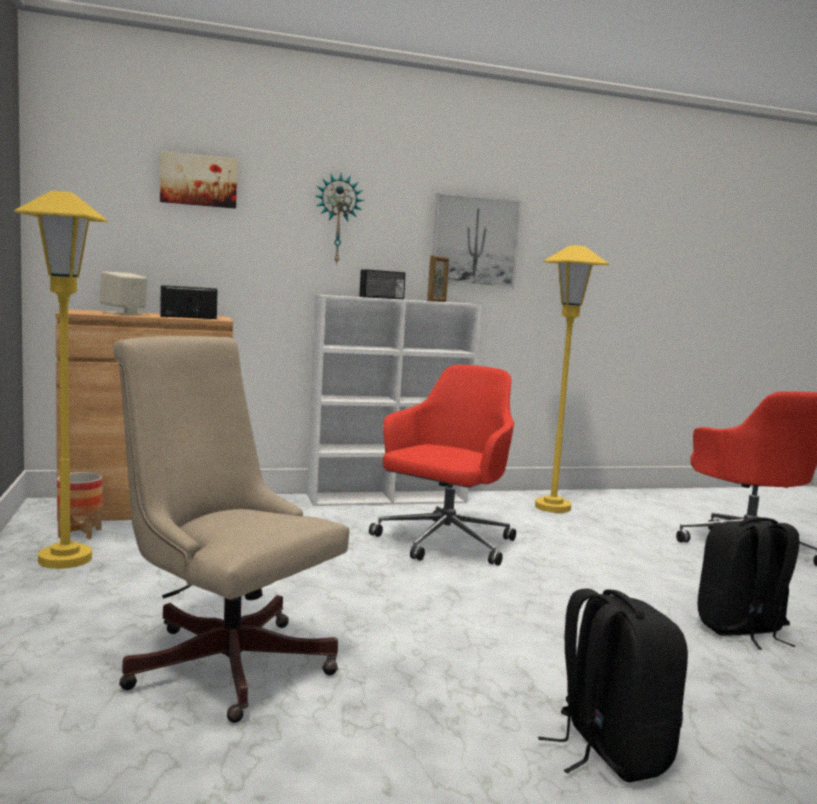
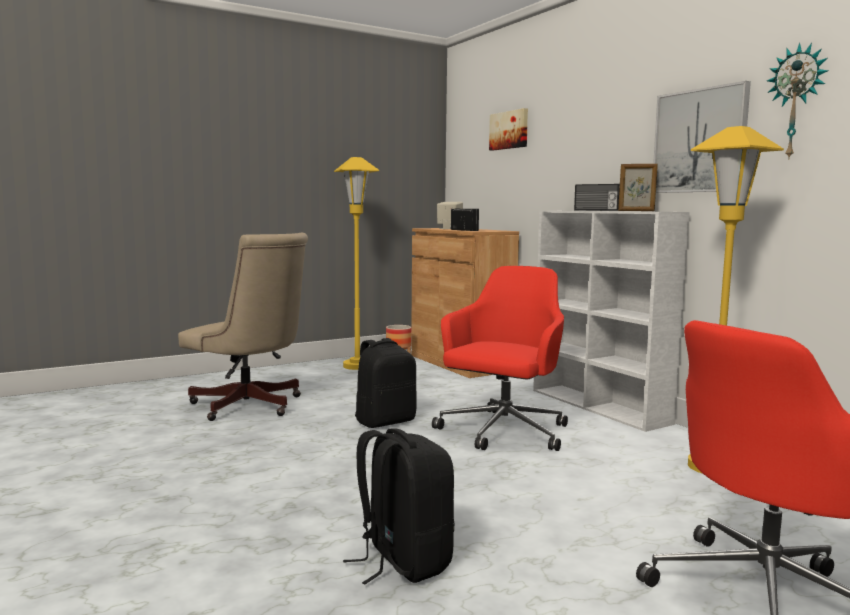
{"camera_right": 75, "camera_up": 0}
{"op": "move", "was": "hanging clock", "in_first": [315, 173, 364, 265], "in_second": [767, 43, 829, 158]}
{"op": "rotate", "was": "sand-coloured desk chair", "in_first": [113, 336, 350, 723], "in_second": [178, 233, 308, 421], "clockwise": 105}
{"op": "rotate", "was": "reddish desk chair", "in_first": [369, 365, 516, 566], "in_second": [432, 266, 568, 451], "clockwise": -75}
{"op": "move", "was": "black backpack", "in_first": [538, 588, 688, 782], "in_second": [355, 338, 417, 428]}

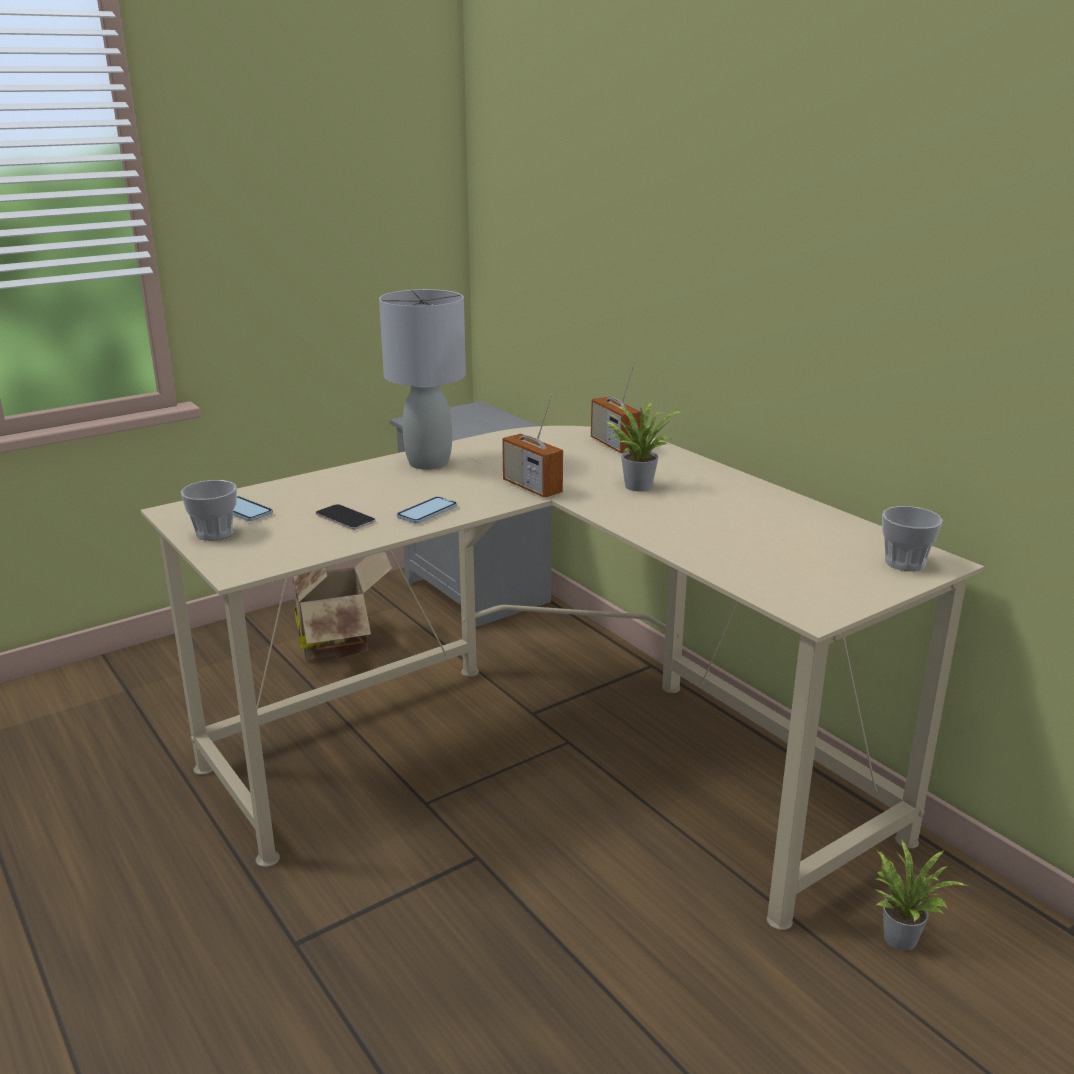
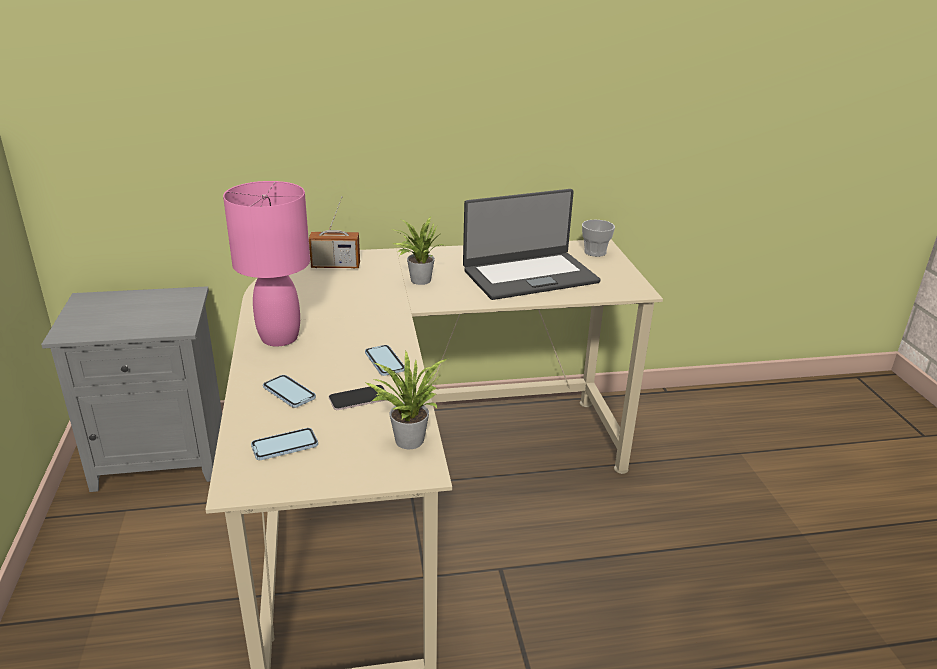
{"camera_right": -65, "camera_up": 5}
{"op": "recolor", "was": "greyish tabletop lamp", "now": "pinkish tabletop lamp", "in_first": [379, 289, 466, 470], "in_second": [223, 181, 310, 346]}
{"op": "delete", "was": "radio receiver", "in_first": [502, 394, 563, 498]}
{"op": "delete", "was": "small cup", "in_first": [181, 480, 237, 541]}
{"op": "delete", "was": "cardboard box", "in_first": [292, 552, 392, 661]}
{"op": "move", "was": "potted plant", "in_first": [875, 839, 968, 950], "in_second": [366, 351, 446, 449]}
{"op": "insert", "now": "notebook computer", "in_second": [463, 189, 601, 300]}
{"op": "insert", "now": "phone", "in_second": [263, 375, 316, 408]}

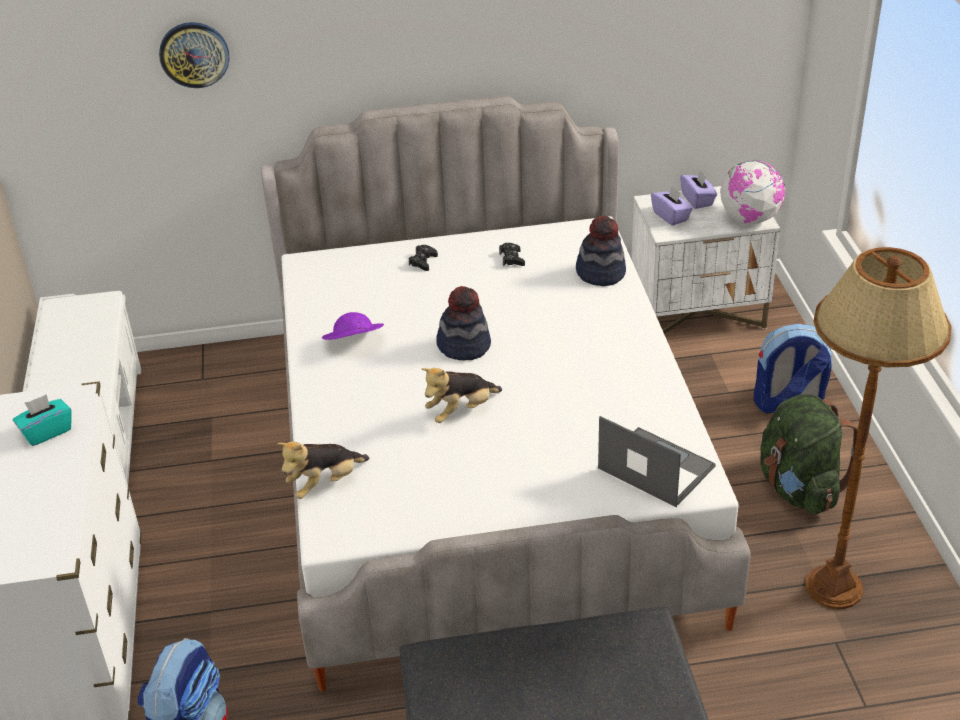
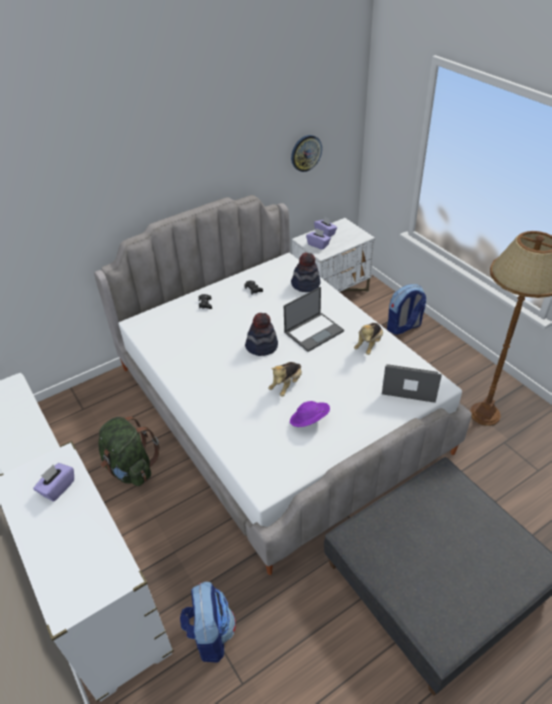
{"camera_right": -25, "camera_up": 5}
{"op": "move", "was": "hanging clock", "in_first": [159, 22, 229, 88], "in_second": [291, 135, 322, 172]}
{"op": "delete", "was": "desk globe", "in_first": [720, 160, 785, 224]}
{"op": "move", "was": "purplish hat", "in_first": [322, 312, 384, 340], "in_second": [290, 401, 330, 427]}
{"op": "recolor", "was": "turquoise-coloured tissue box", "now": "purplish tissue box", "in_first": [13, 394, 72, 446], "in_second": [33, 463, 74, 502]}
{"op": "move", "was": "green-coloured backpack", "in_first": [760, 394, 858, 515], "in_second": [99, 416, 160, 486]}
{"op": "move", "was": "cuddly toy", "in_first": [277, 441, 369, 499], "in_second": [354, 323, 383, 355]}
{"op": "insert", "now": "notebook computer", "in_second": [284, 286, 344, 352]}

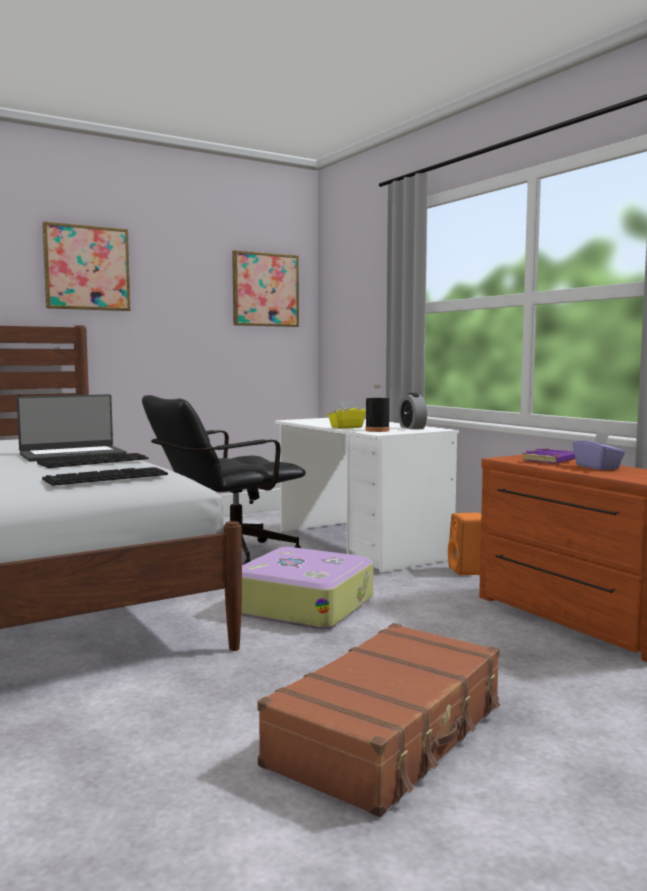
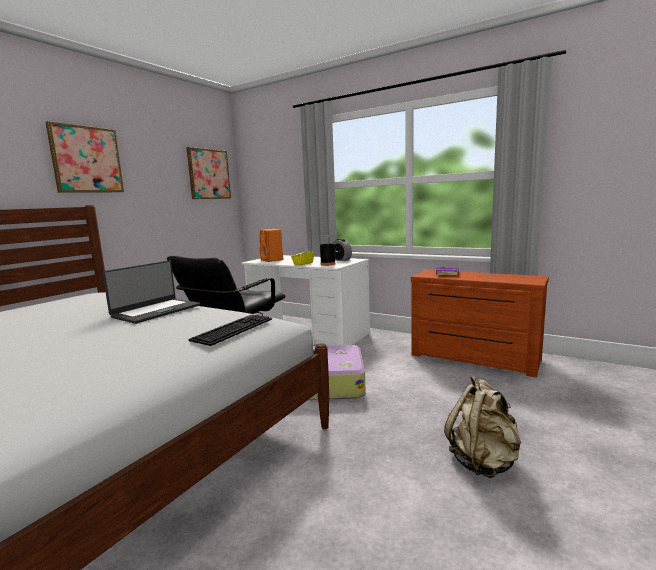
{"camera_right": -25, "camera_up": 5}
{"op": "delete", "was": "purplish tissue box", "in_first": [573, 431, 625, 470]}
{"op": "delete", "was": "computer keyboard", "in_first": [37, 453, 148, 468]}
{"op": "move", "was": "orangey audio speaker", "in_first": [448, 513, 481, 576], "in_second": [260, 229, 283, 262]}
{"op": "replace", "was": "brown-coloured piece of luggage", "now": "sand-coloured backpack", "in_first": [257, 623, 500, 817], "in_second": [444, 375, 521, 478]}

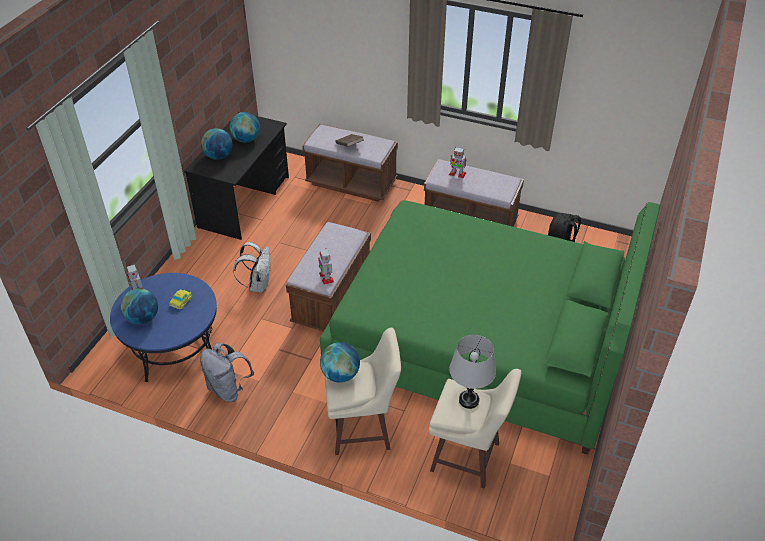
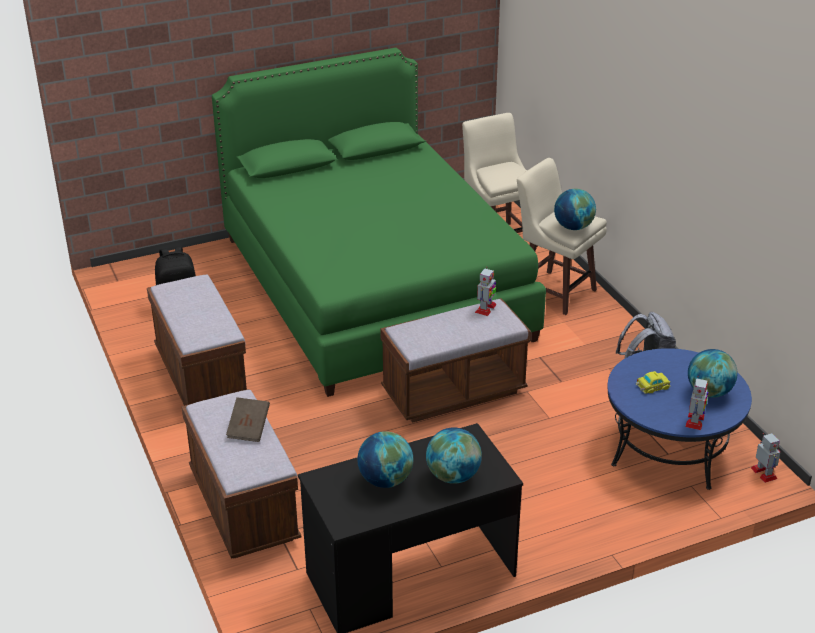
{"camera_right": -135, "camera_up": -10}
{"op": "move", "was": "model robot", "in_first": [449, 147, 467, 178], "in_second": [751, 433, 780, 483]}
{"op": "delete", "was": "whitish backpack", "in_first": [233, 242, 271, 293]}
{"op": "delete", "was": "greyish tabletop lamp", "in_first": [449, 335, 496, 409]}

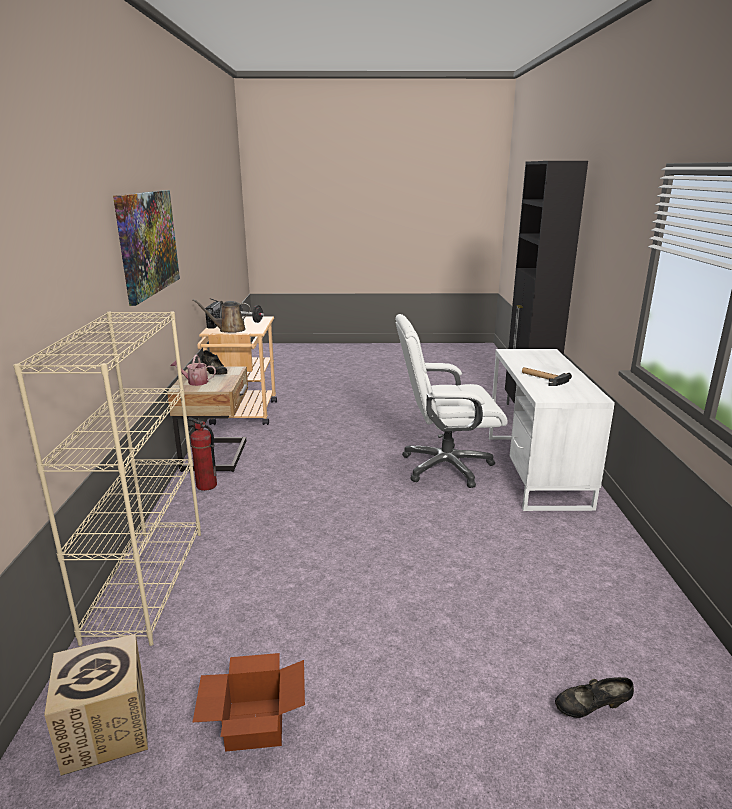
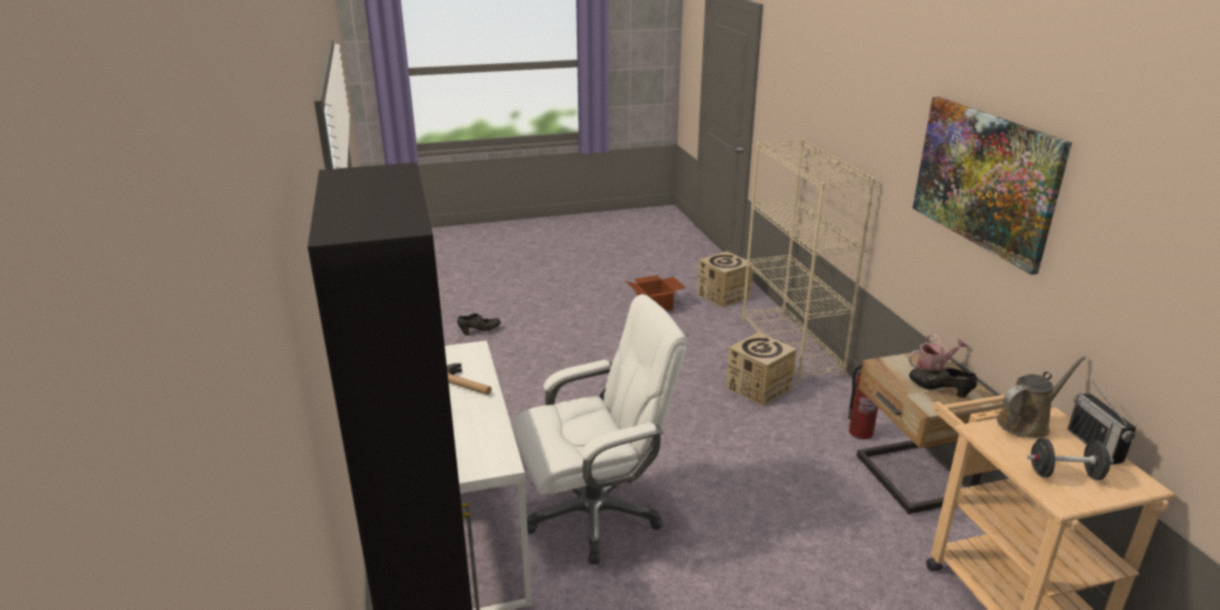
{"camera_right": 165, "camera_up": 5}
{"op": "insert", "now": "cardboard box", "in_second": [726, 332, 797, 406]}

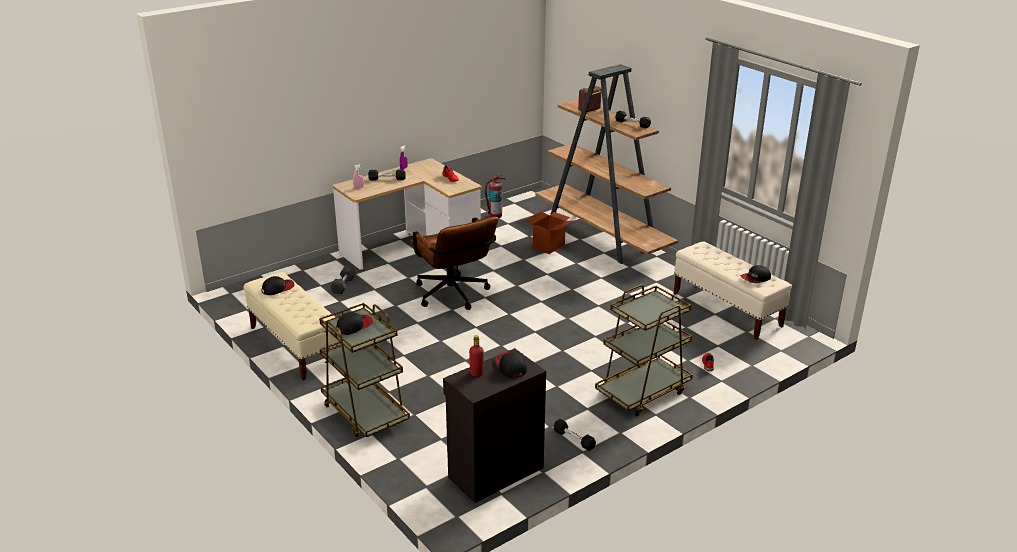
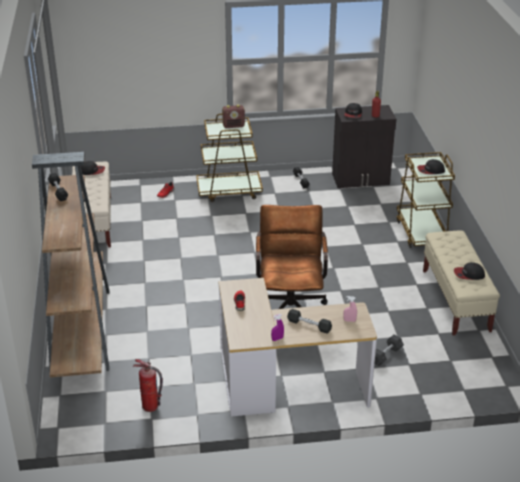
{"camera_right": -150, "camera_up": 5}
{"op": "move", "was": "radio receiver", "in_first": [578, 85, 602, 112], "in_second": [222, 105, 245, 128]}
{"op": "delete", "was": "cardboard box", "in_first": [525, 212, 573, 254]}

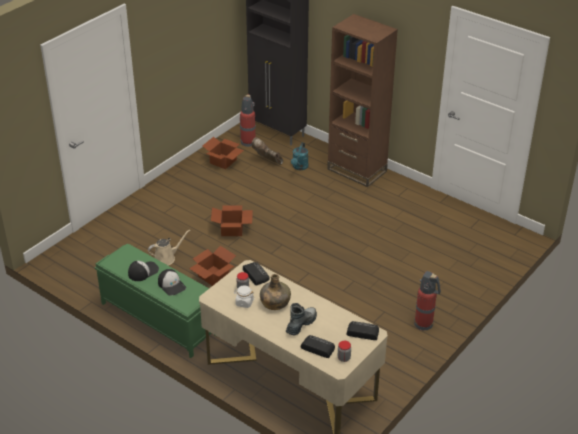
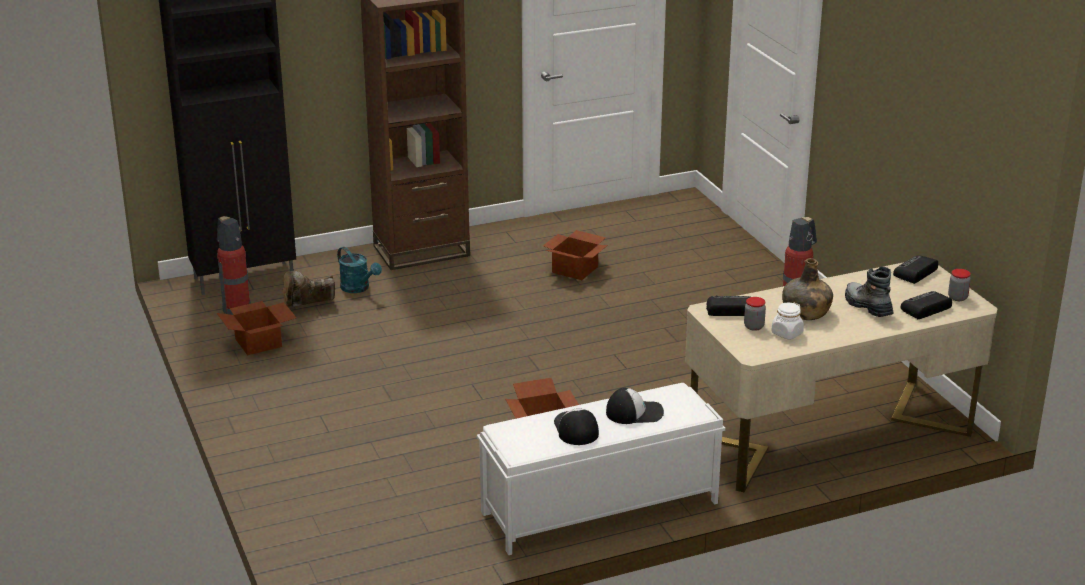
{"camera_right": -60, "camera_up": -10}
{"op": "move", "was": "cardboard box", "in_first": [211, 206, 253, 236], "in_second": [543, 230, 608, 280]}
{"op": "delete", "was": "sand-coloured watering can", "in_first": [148, 229, 190, 265]}
{"op": "recolor", "was": "green-coloured long seat", "now": "whitish long seat", "in_first": [95, 244, 217, 358], "in_second": [477, 383, 725, 555]}

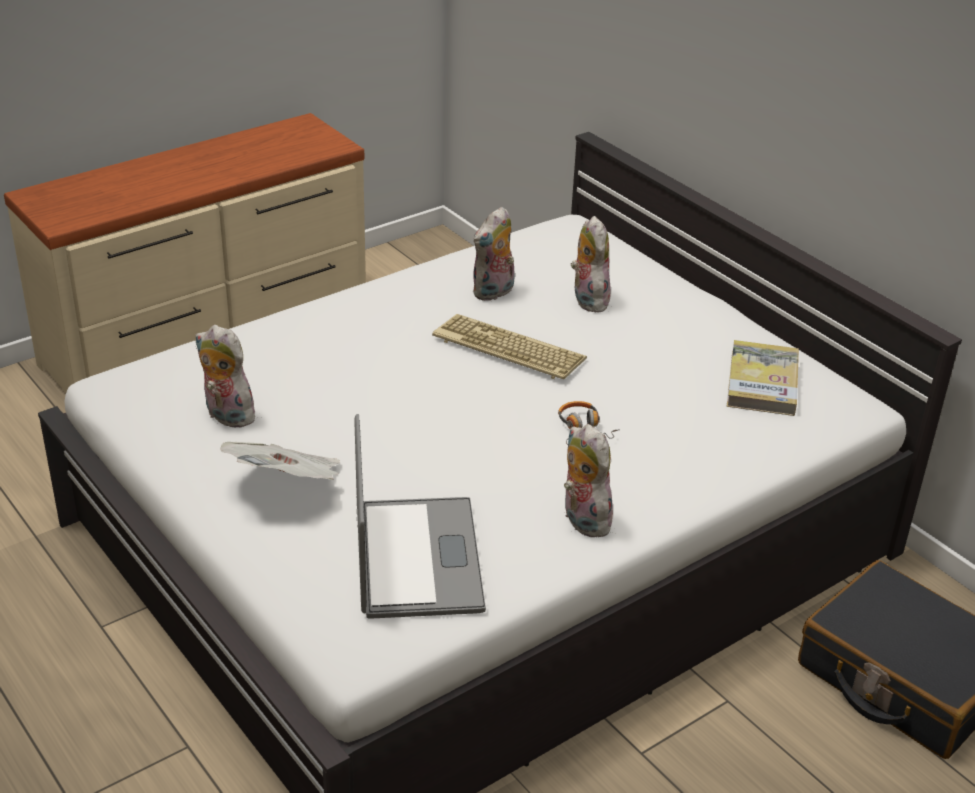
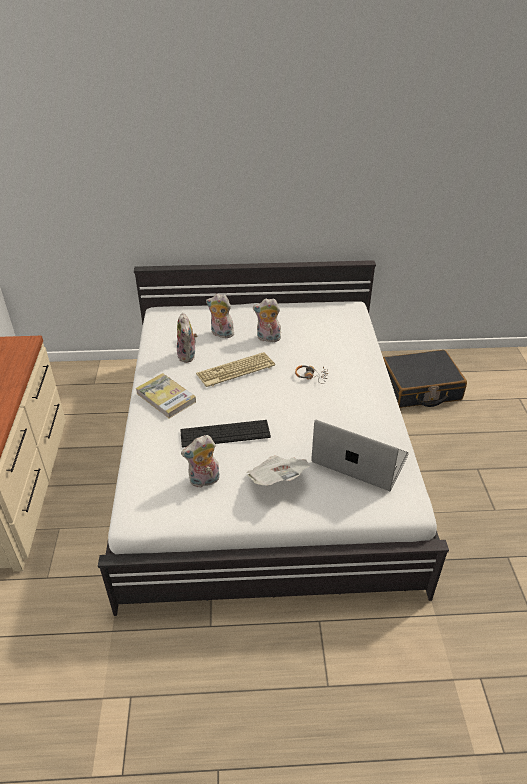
{"camera_right": -55, "camera_up": 5}
{"op": "move", "was": "volume", "in_first": [727, 340, 799, 416], "in_second": [136, 373, 196, 418]}
{"op": "move", "was": "cuddly toy", "in_first": [564, 424, 616, 537], "in_second": [253, 298, 281, 344]}
{"op": "insert", "now": "computer keyboard", "in_second": [180, 420, 271, 448]}

